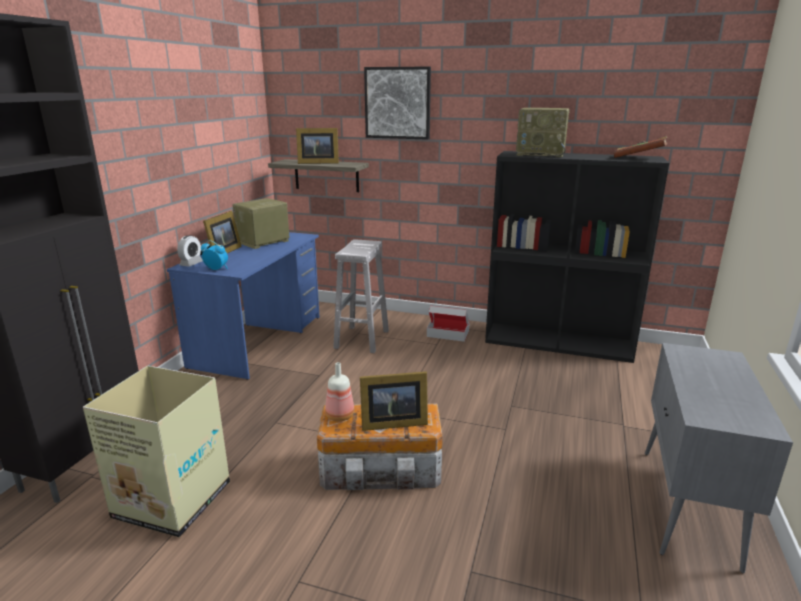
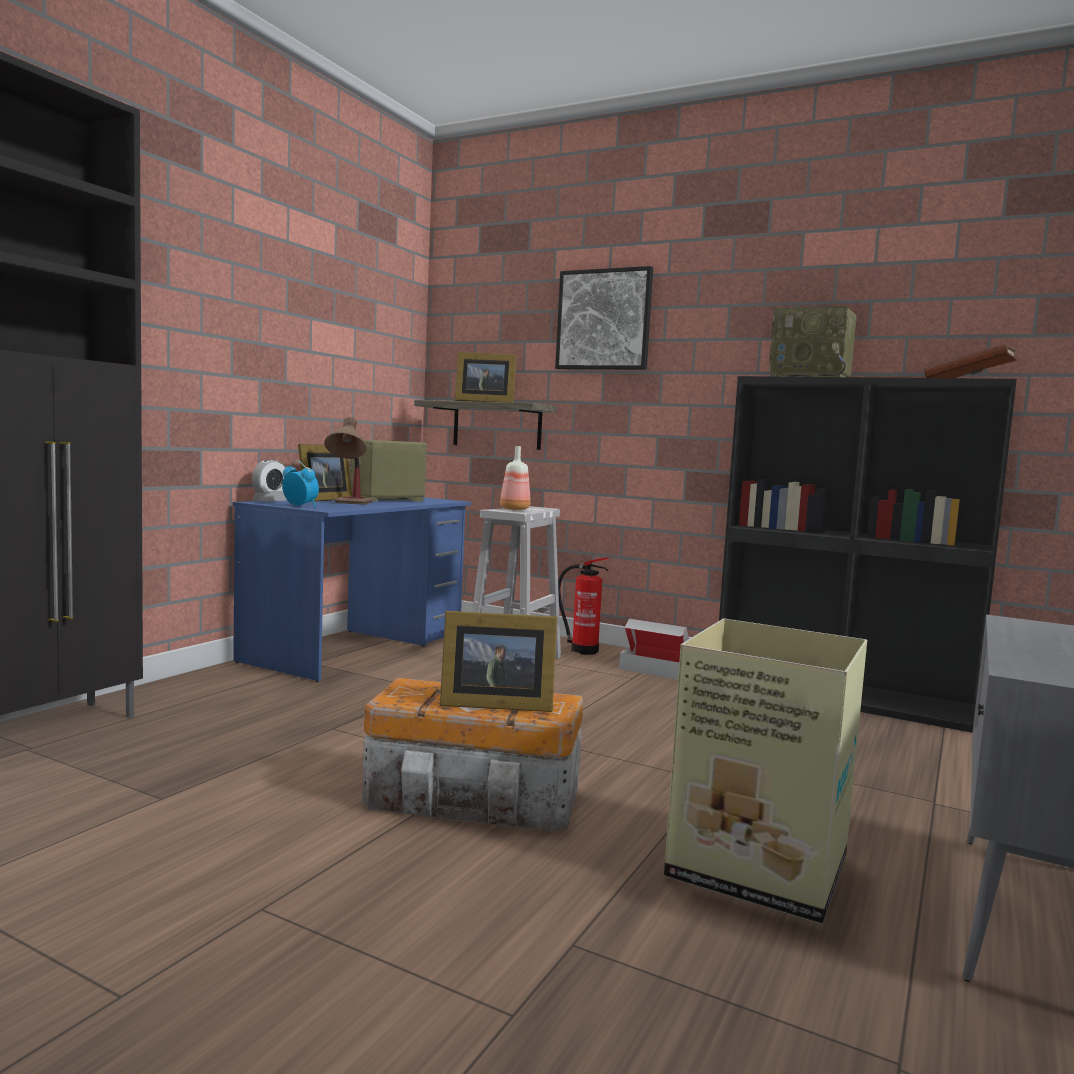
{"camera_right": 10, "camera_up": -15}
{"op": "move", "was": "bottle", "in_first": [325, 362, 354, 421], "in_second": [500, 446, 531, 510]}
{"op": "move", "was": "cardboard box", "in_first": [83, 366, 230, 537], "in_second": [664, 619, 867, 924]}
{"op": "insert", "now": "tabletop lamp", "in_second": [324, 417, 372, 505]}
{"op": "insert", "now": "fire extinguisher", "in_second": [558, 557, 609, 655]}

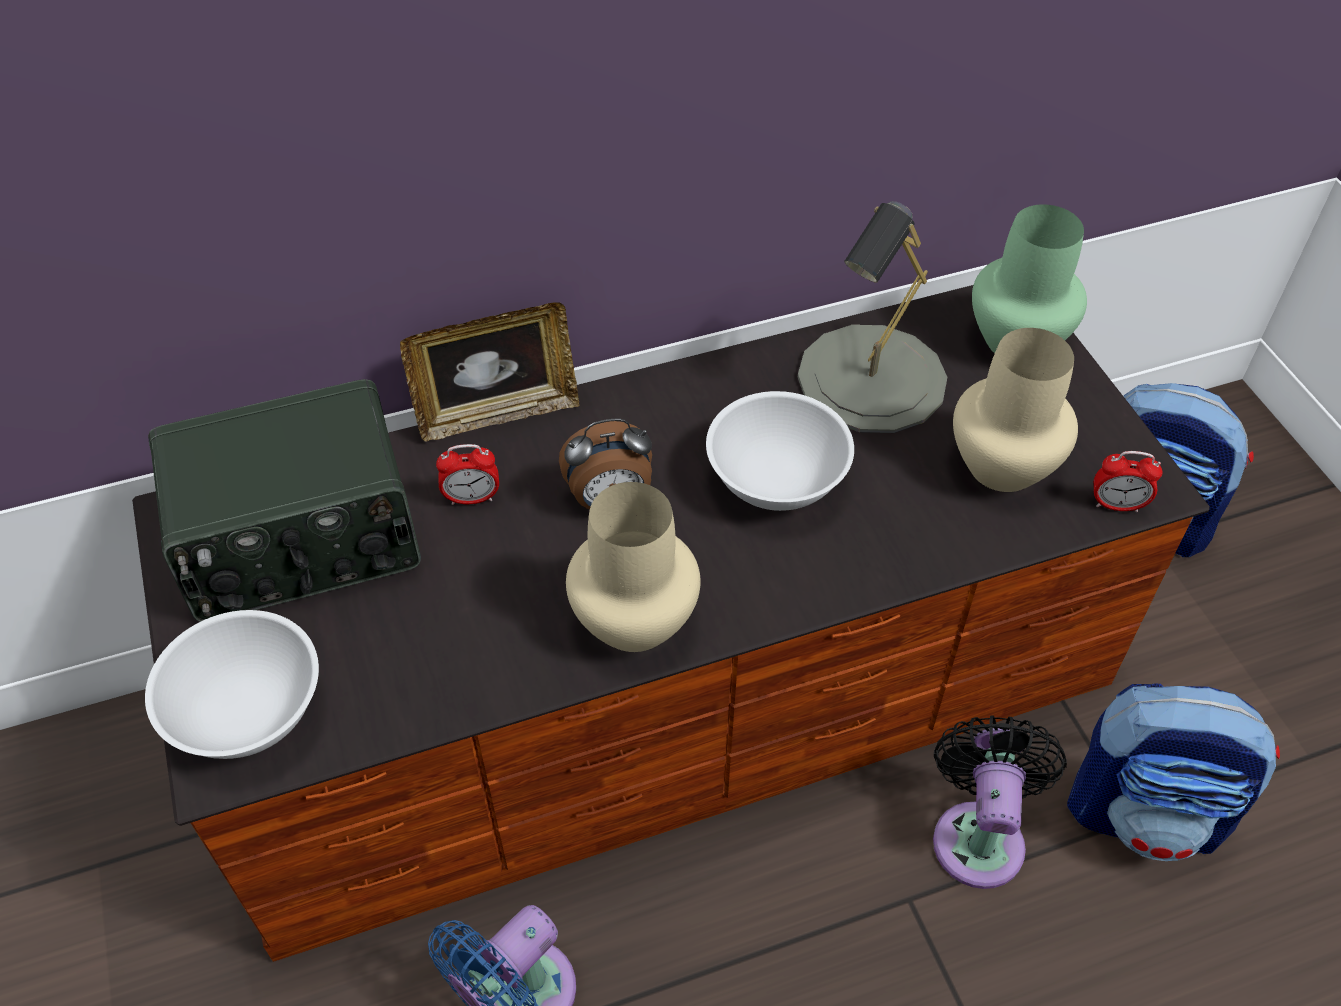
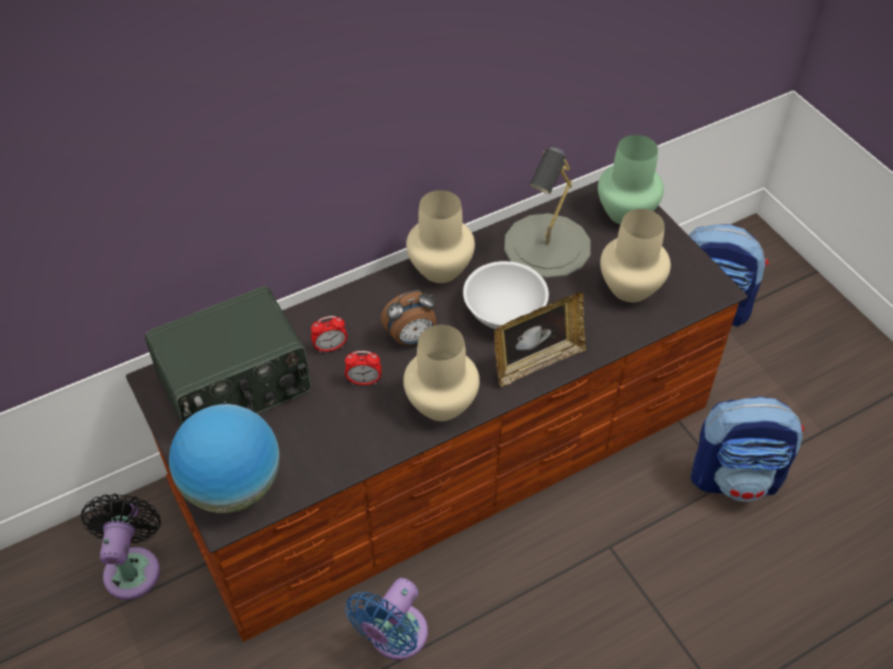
{"camera_right": -10, "camera_up": 0}
{"op": "move", "was": "photo frame", "in_first": [400, 302, 580, 442], "in_second": [494, 292, 586, 387]}
{"op": "move", "was": "table clock", "in_first": [1094, 451, 1163, 512], "in_second": [345, 351, 381, 385]}
{"op": "replace", "was": "whitish deep dish", "now": "desk globe", "in_first": [145, 610, 319, 759], "in_second": [169, 404, 280, 513]}
{"op": "move", "was": "black electric fan", "in_first": [933, 716, 1067, 889], "in_second": [81, 494, 161, 600]}
{"op": "insert", "now": "sand-coloured decorative vase", "in_second": [406, 190, 475, 283]}

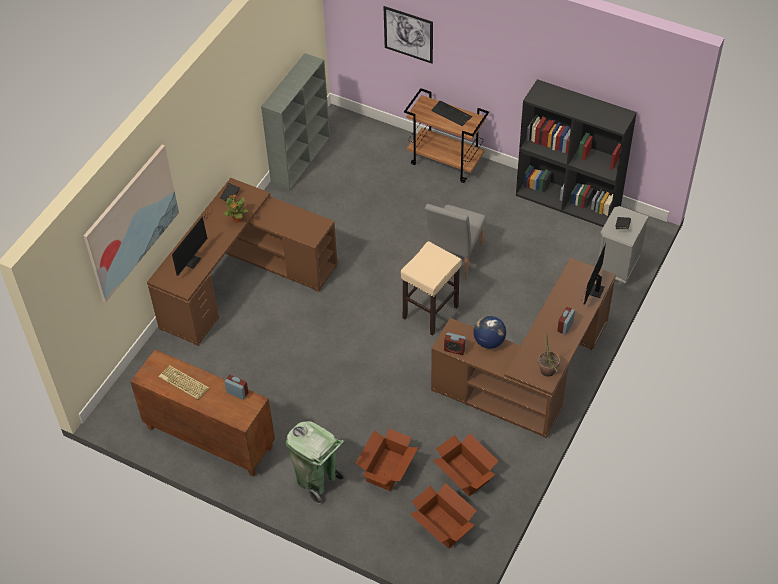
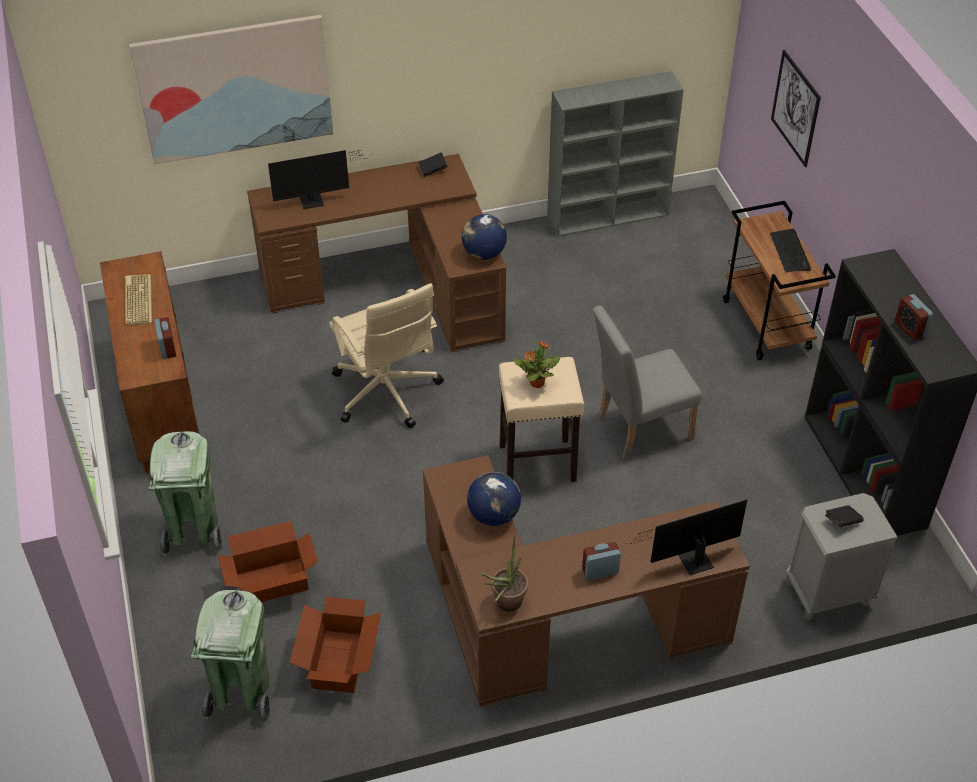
{"camera_right": 45, "camera_up": -5}
{"op": "move", "was": "potted plant", "in_first": [224, 195, 248, 223], "in_second": [514, 341, 560, 388]}
{"op": "move", "was": "table clock", "in_first": [444, 333, 466, 355], "in_second": [895, 294, 933, 340]}
{"op": "replace", "was": "cardboard box", "now": "green-coloured waste bin", "in_first": [410, 483, 477, 548], "in_second": [190, 590, 270, 722]}
{"op": "insert", "now": "desk globe", "in_second": [462, 214, 507, 260]}
{"op": "insert", "now": "sand-coloured desk chair", "in_second": [329, 283, 444, 428]}

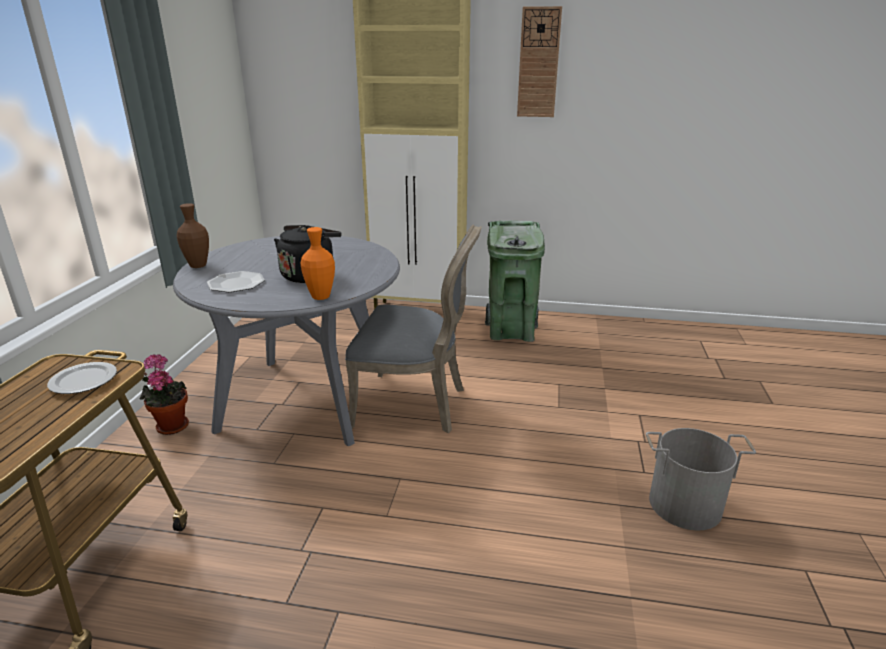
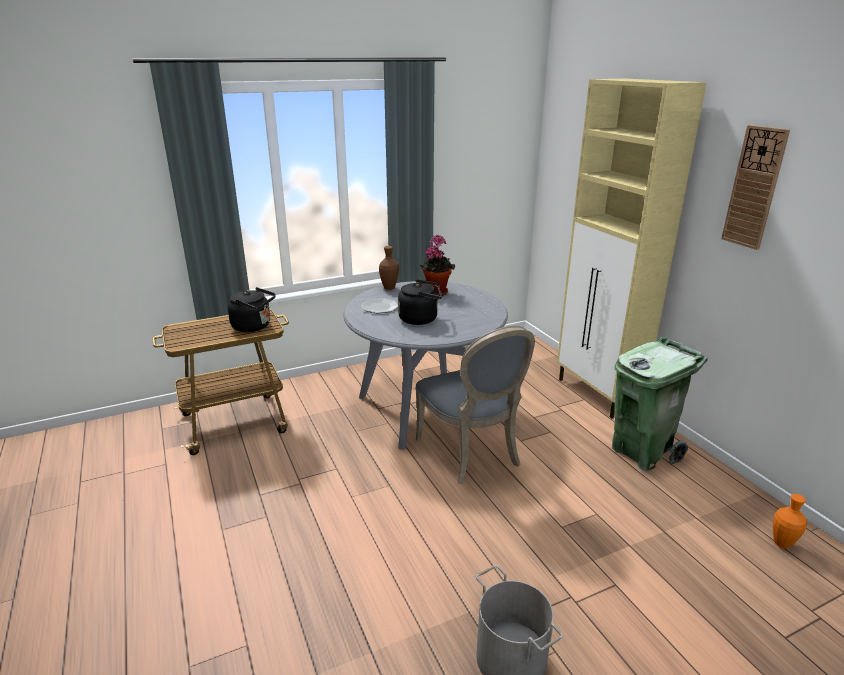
{"camera_right": 55, "camera_up": 0}
{"op": "move", "was": "orangey decorative vase", "in_first": [300, 227, 335, 300], "in_second": [773, 494, 807, 549]}
{"op": "move", "was": "potted plant", "in_first": [140, 354, 189, 435], "in_second": [420, 234, 455, 296]}
{"op": "replace", "was": "dinner plate", "now": "black water kettle", "in_first": [47, 362, 117, 394], "in_second": [227, 287, 276, 332]}

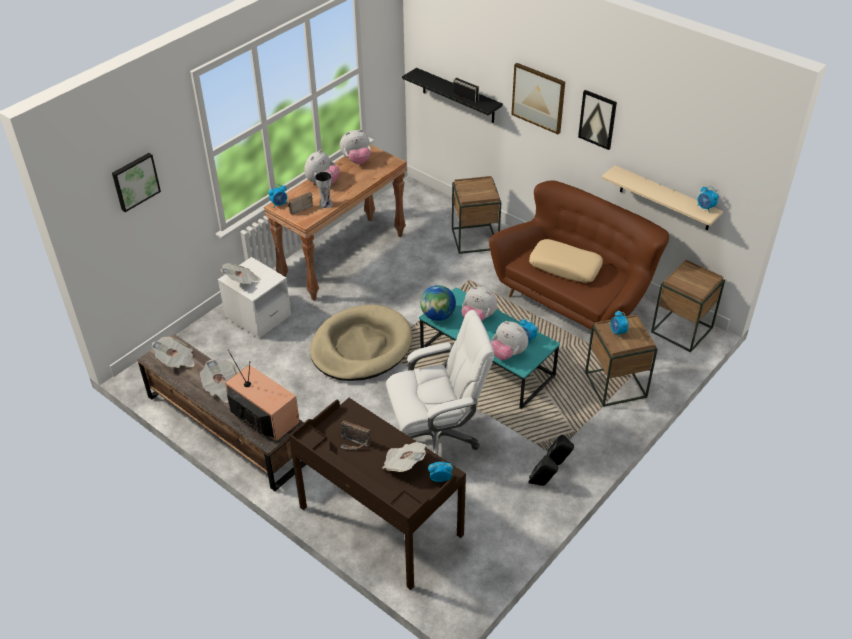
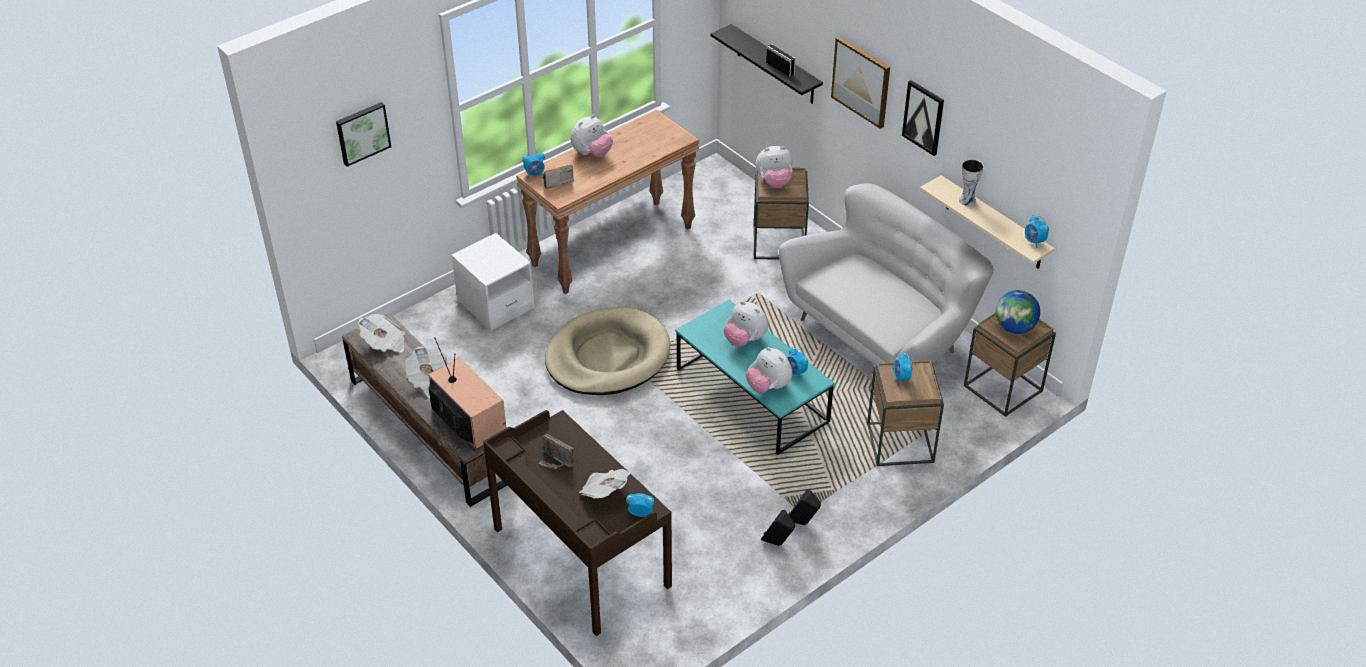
{"camera_right": 10, "camera_up": 0}
{"op": "move", "was": "cuddly toy", "in_first": [340, 129, 371, 164], "in_second": [756, 146, 793, 188]}
{"op": "move", "was": "decorative vase", "in_first": [315, 171, 333, 208], "in_second": [959, 159, 984, 206]}
{"op": "recolor", "was": "brown-coloured settee", "now": "whitish settee", "in_first": [489, 180, 669, 330], "in_second": [779, 183, 993, 366]}
{"op": "delete", "was": "sand-coloured cushion", "in_first": [529, 239, 603, 283]}
{"op": "delete", "was": "daily paper", "in_first": [220, 263, 261, 285]}
{"op": "move", "was": "desk globe", "in_first": [420, 285, 456, 321], "in_second": [996, 290, 1040, 334]}
{"op": "delete", "was": "whitish desk chair", "in_first": [386, 310, 494, 455]}

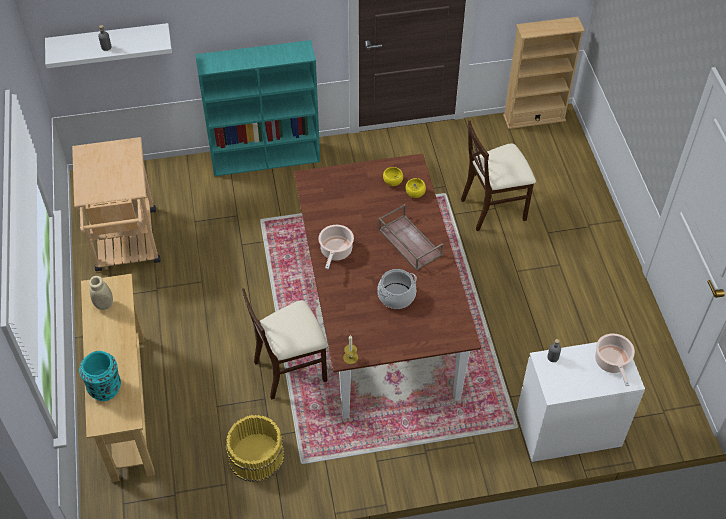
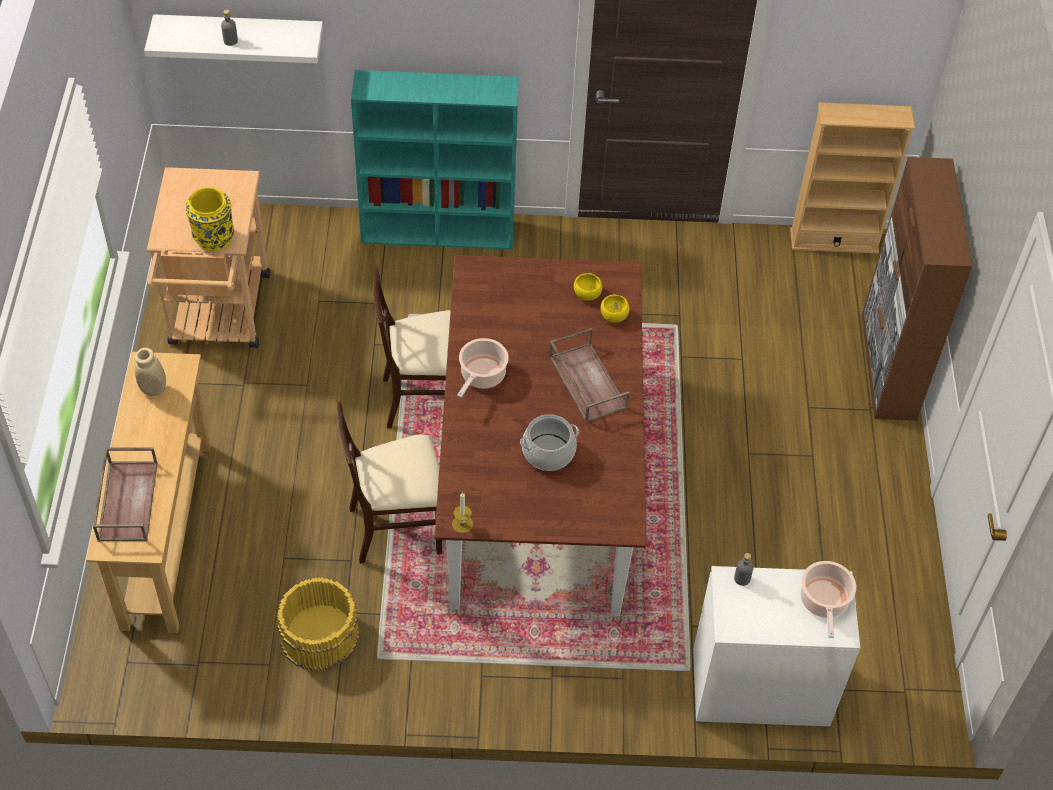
{"camera_right": 10, "camera_up": 0}
{"op": "move", "was": "sand-coloured chair", "in_first": [461, 121, 536, 231], "in_second": [373, 268, 451, 428]}
{"op": "replace", "was": "turquoise-coloured decorative vase", "now": "brown-coloured serving tray", "in_first": [79, 351, 121, 401], "in_second": [93, 447, 158, 542]}
{"op": "insert", "now": "brown-coloured cupboard", "in_second": [862, 157, 972, 421]}
{"op": "insert", "now": "yellowish decorative vase", "in_second": [185, 187, 234, 251]}

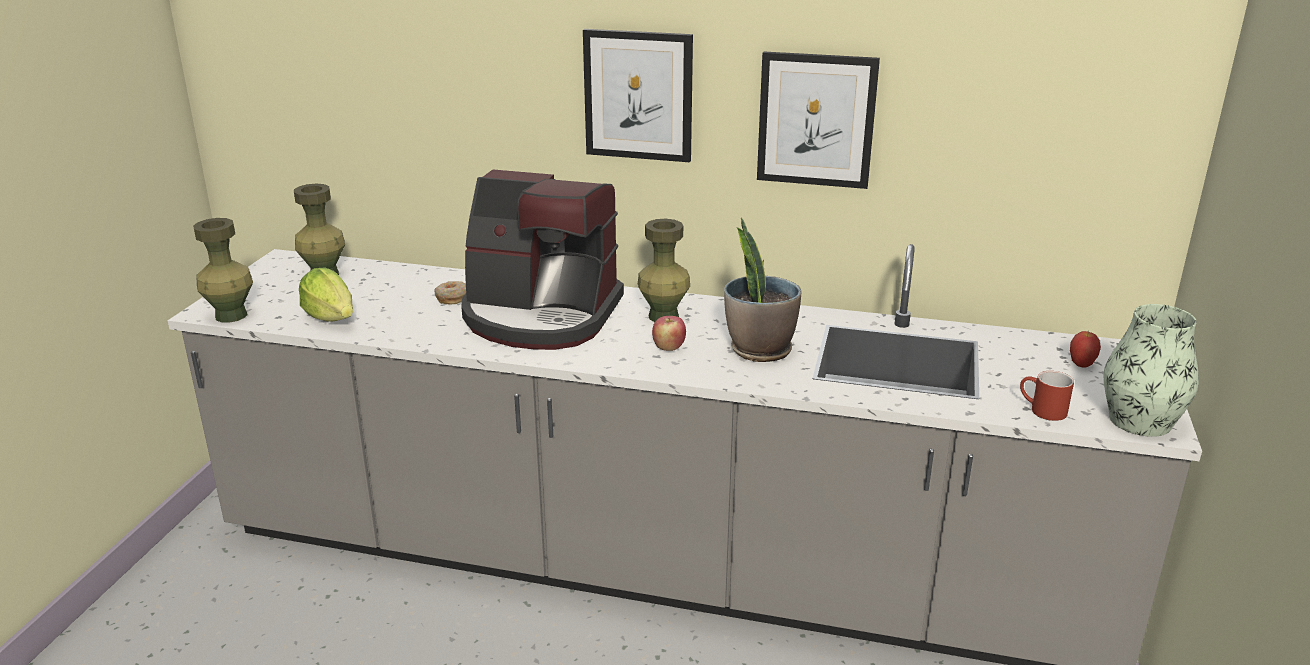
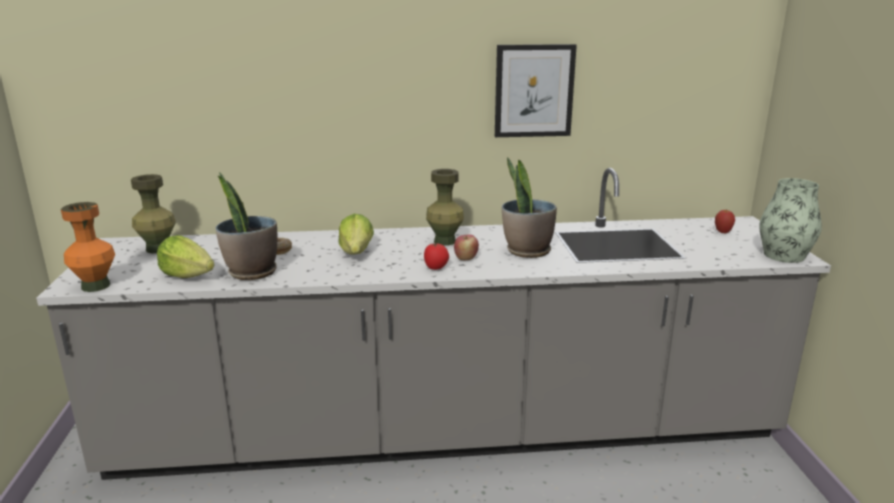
{"camera_right": -20, "camera_up": -5}
{"op": "delete", "was": "picture", "in_first": [583, 29, 693, 162]}
{"op": "replace", "was": "coffee machine", "now": "lettuce head", "in_first": [461, 169, 624, 350], "in_second": [339, 214, 374, 255]}
{"op": "recolor", "was": "green-coloured decorative vase", "now": "orangey decorative vase", "in_first": [193, 218, 253, 323], "in_second": [61, 202, 115, 292]}
{"op": "delete", "was": "reddish coffee mug", "in_first": [1020, 371, 1074, 421]}
{"op": "insert", "now": "potted plant", "in_second": [215, 172, 278, 280]}
{"op": "insert", "now": "whole tomato", "in_second": [424, 243, 449, 270]}

